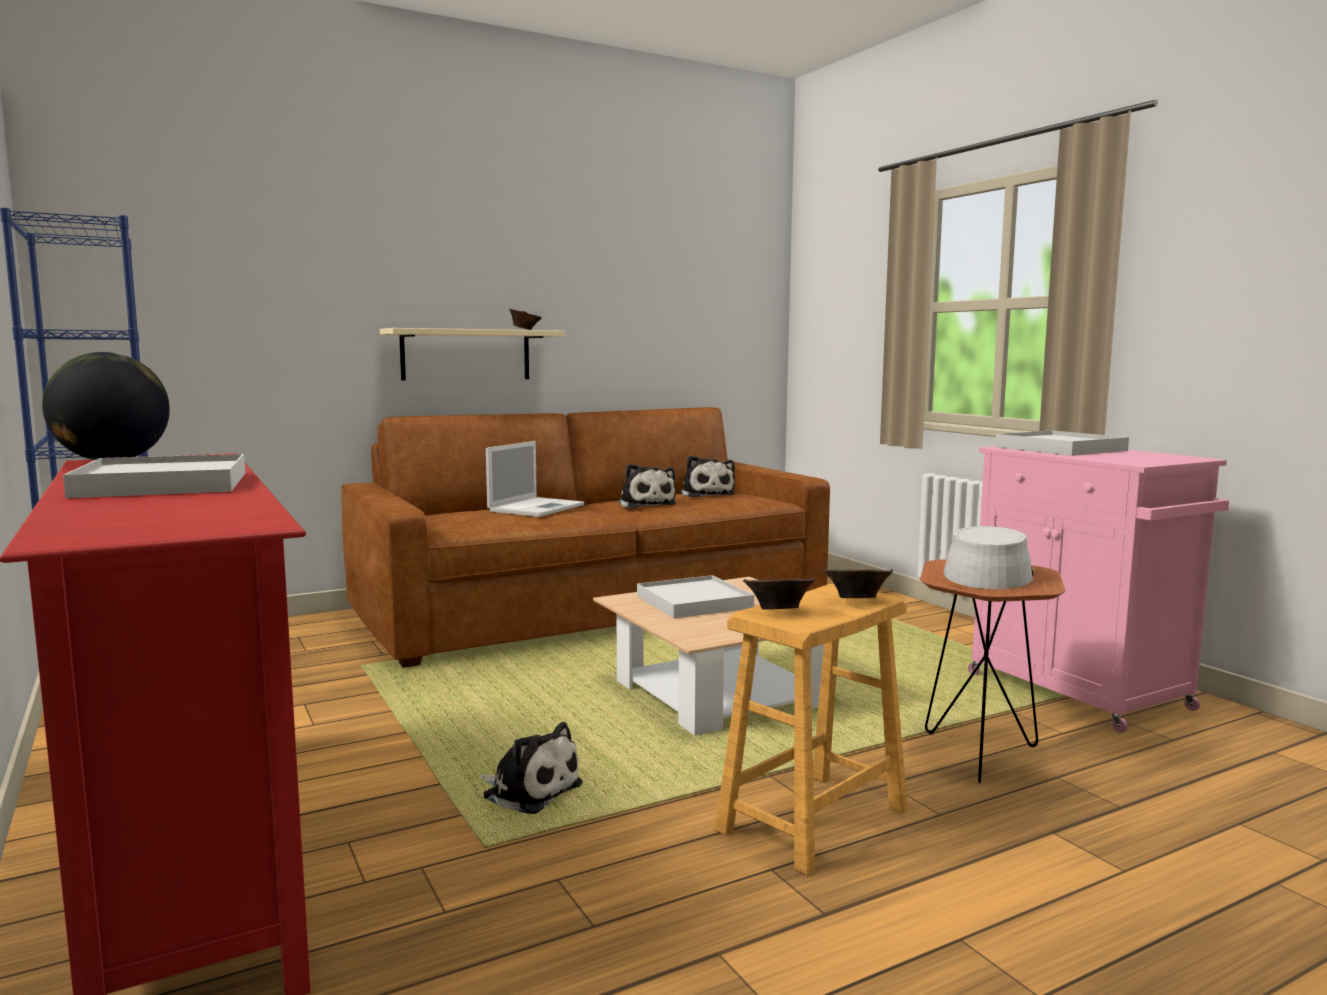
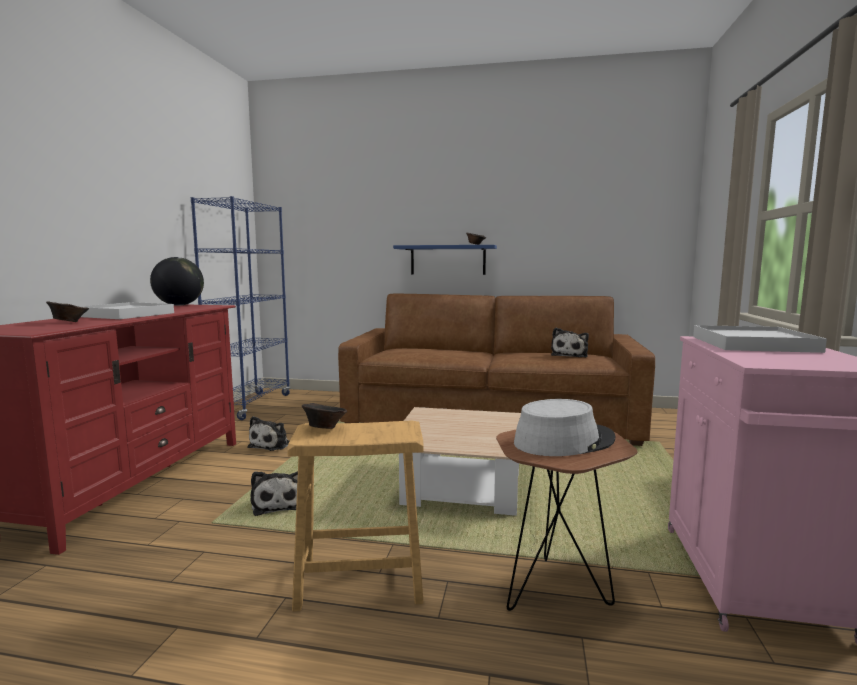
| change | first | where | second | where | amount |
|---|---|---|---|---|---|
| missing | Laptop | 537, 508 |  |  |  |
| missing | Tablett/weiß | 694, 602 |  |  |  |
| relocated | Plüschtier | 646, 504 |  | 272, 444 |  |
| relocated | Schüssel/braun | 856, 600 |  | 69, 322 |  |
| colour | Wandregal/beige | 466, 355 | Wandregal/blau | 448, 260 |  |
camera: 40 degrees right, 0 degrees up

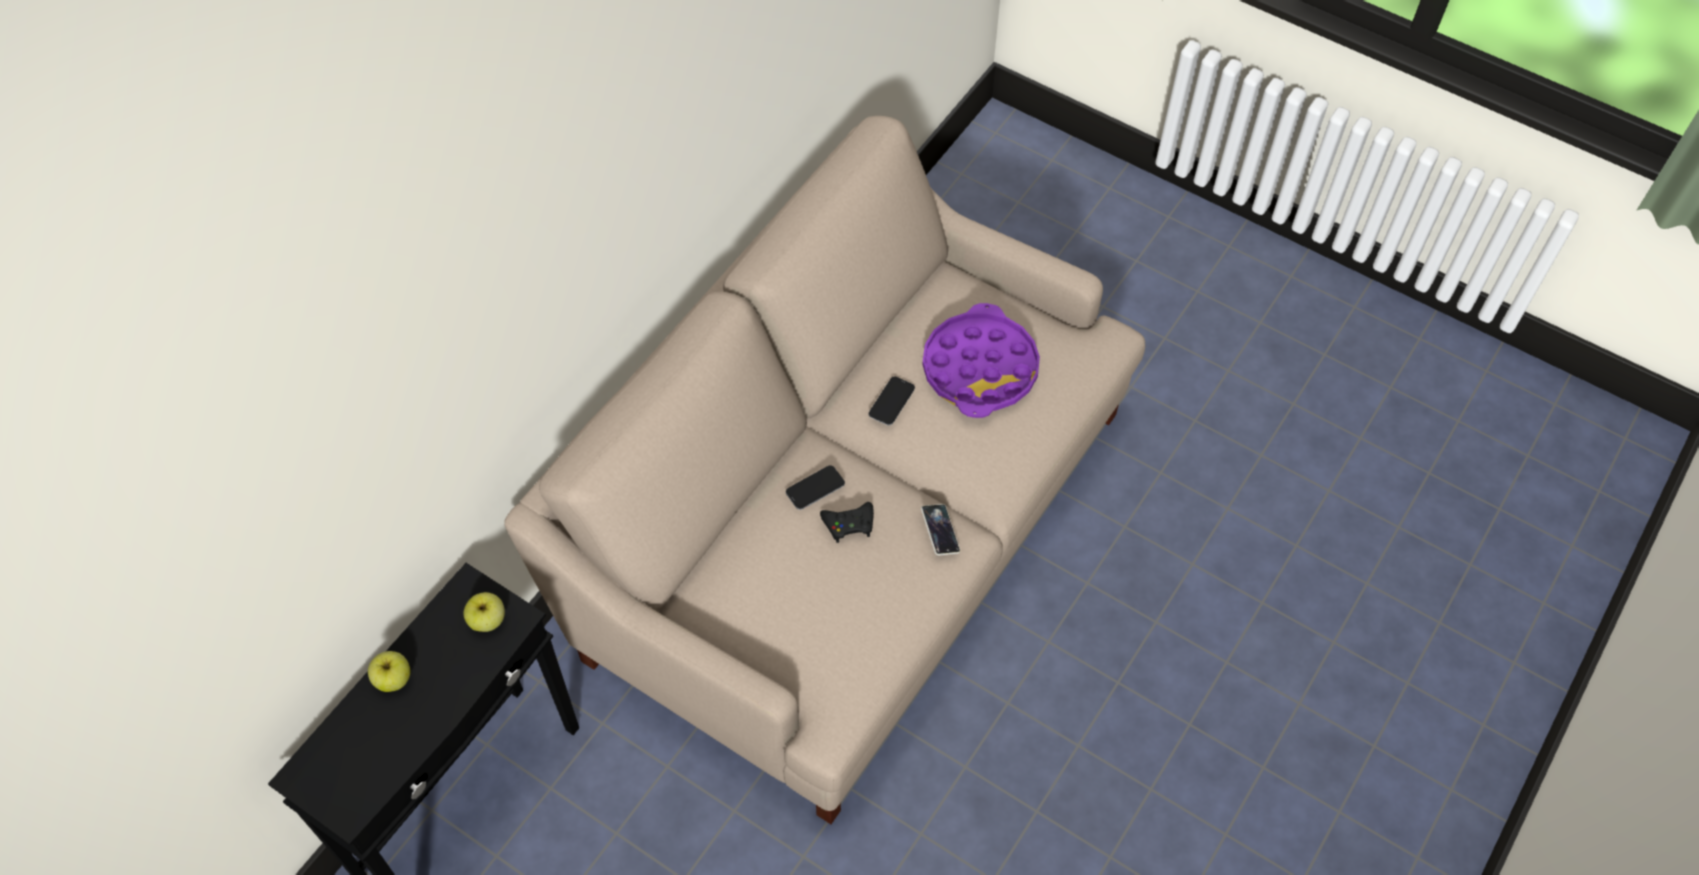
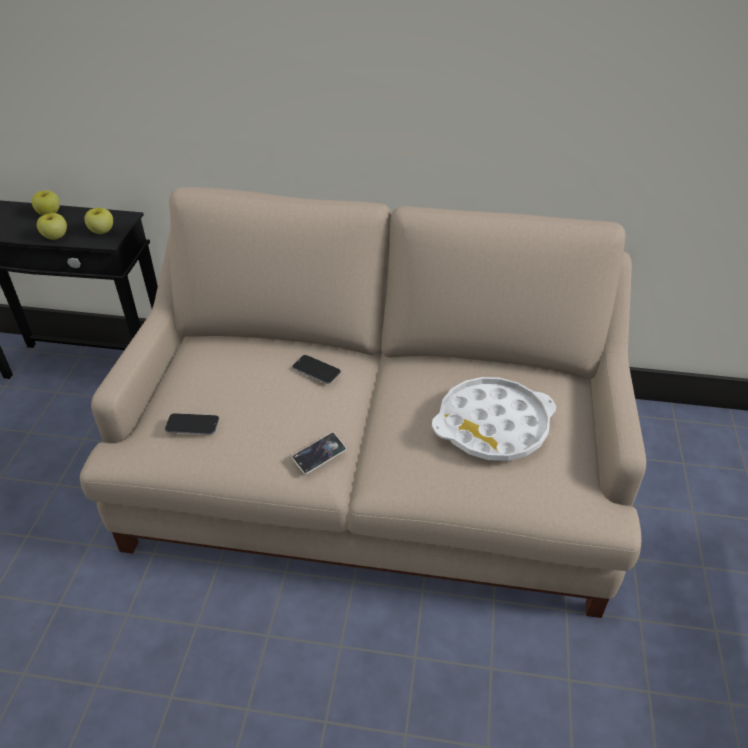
| change | first | where | second | where | amount |
|---|---|---|---|---|---|
| missing | Gamepad/schwarz | 849, 524 |  |  |  |
| appeared |  |  | Apfel | 55, 237 |  |
| relocated | Handy | 891, 401 |  | 192, 425 |  |
| colour | Tablett/lila | 980, 368 | Tablett/weiß | 493, 426 |  |
camera: 65 degrees right, 15 degrees down

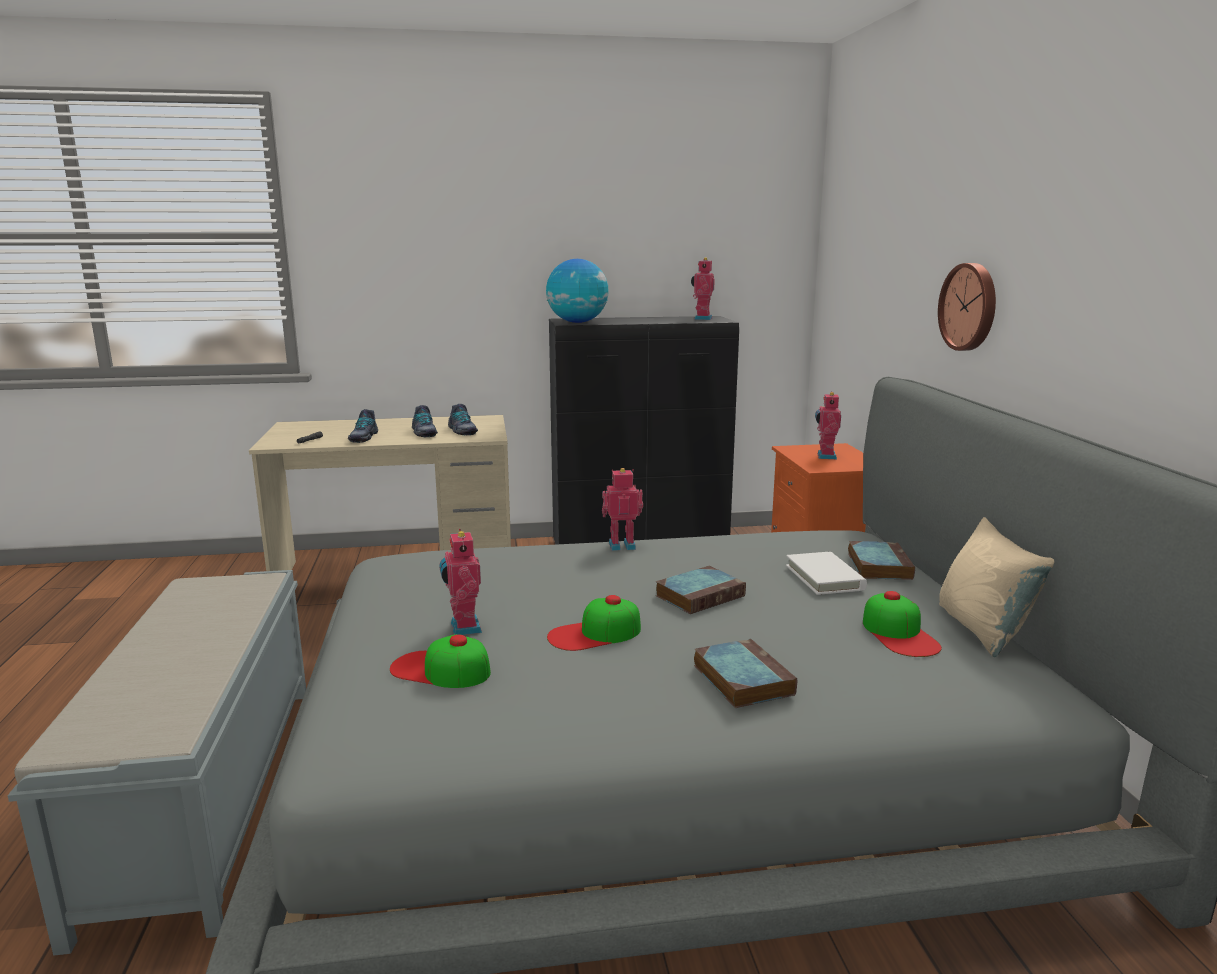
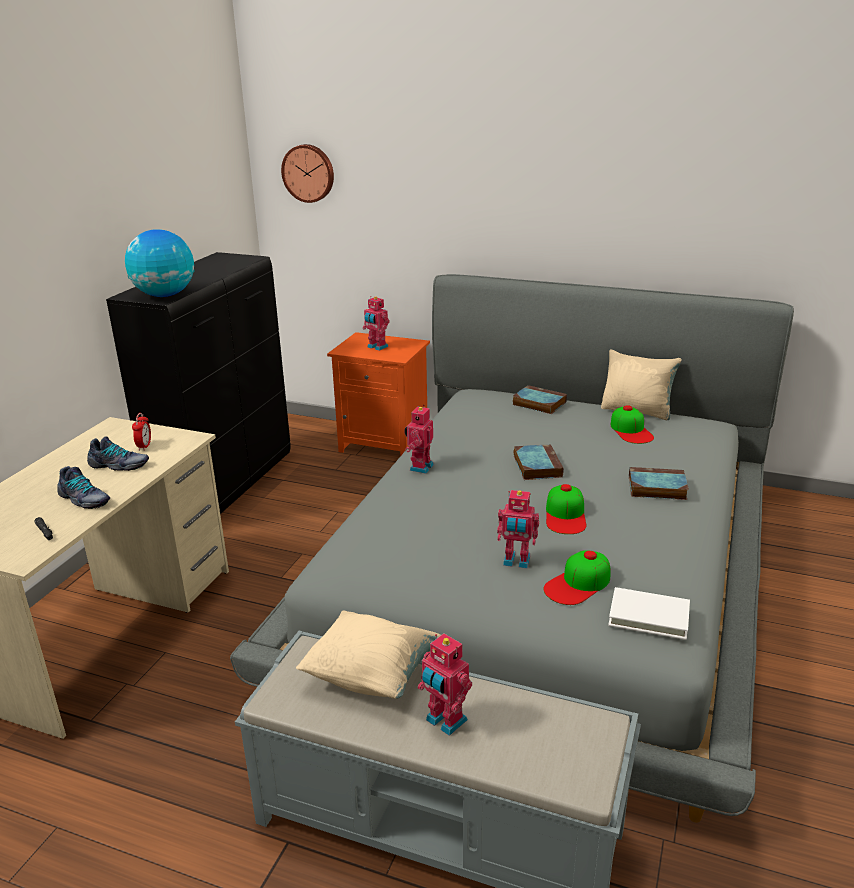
| change | first | where | second | where | amount |
|---|---|---|---|---|---|
| appeared |  |  | Kissen/beige | 372, 675 |  |
| relocated | Spielzeugroboter | 701, 318 |  | 444, 721 |  |
| relocated | Buch/weiß | 824, 577 |  | 648, 616 |  |
| relocated | Wanduhr | 970, 307 |  | 309, 173 |  |
| exchanged | Schuh | 462, 431 | Wecker | 144, 446 |  |
| spun | Kappe | 899, 634 |  | 631, 430 | 60 degrees clockwise |
camera: 60 degrees left, 10 degrees up

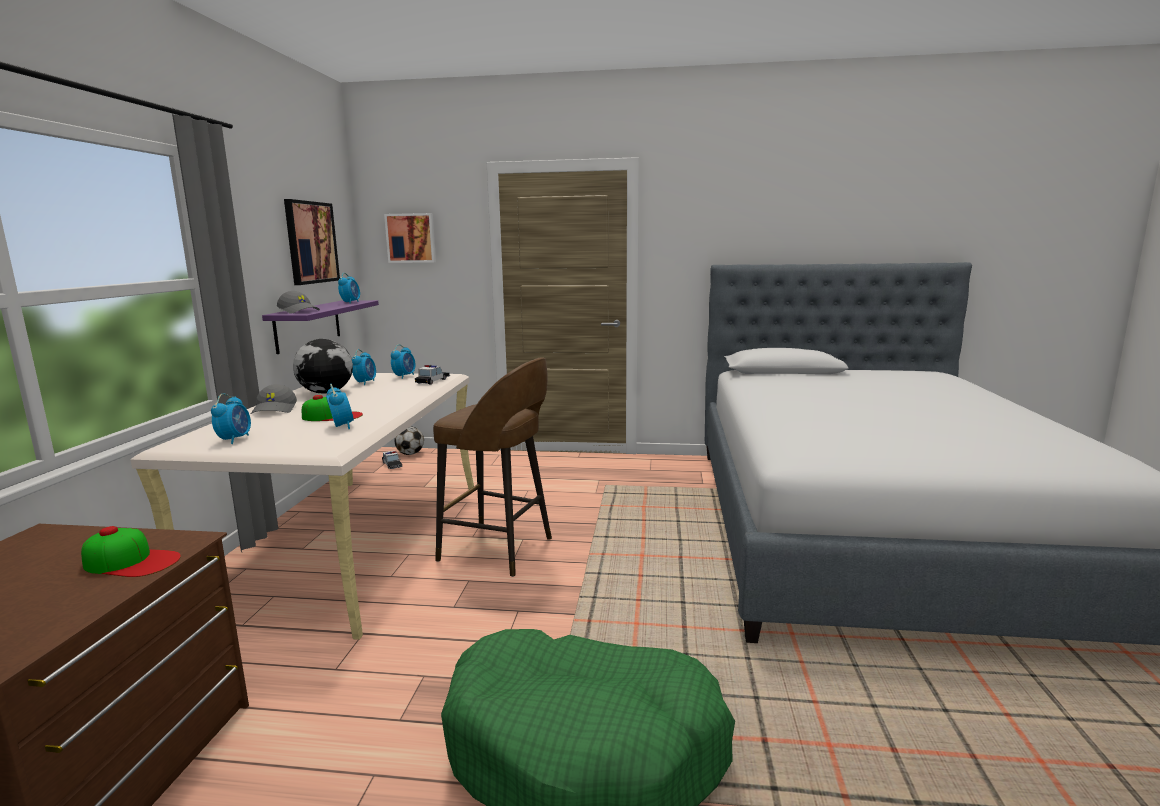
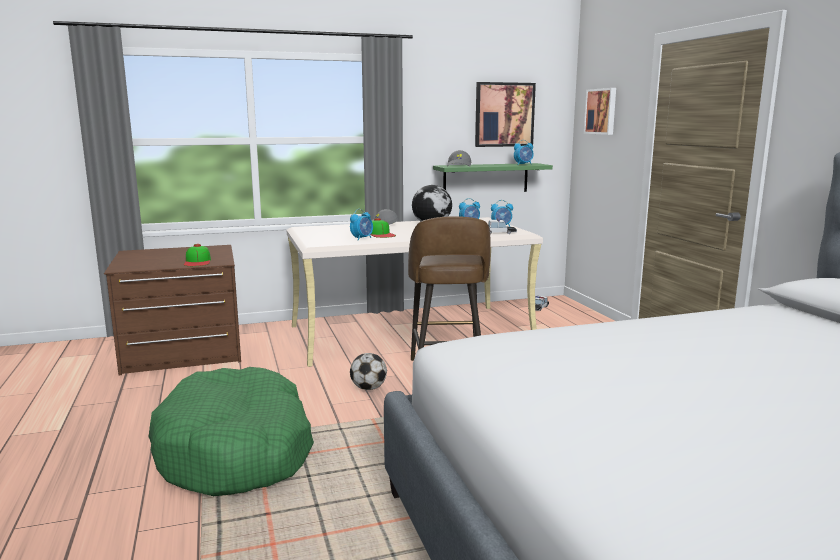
| change | first | where | second | where | amount |
|---|---|---|---|---|---|
| missing | Wecker | 235, 439 |  |  |  |
| relocated | Fußball | 410, 454 |  | 368, 388 |  |
| colour | Wandregal/lila | 308, 325 | Wandregal/grün | 485, 178 |  |
camera: 65 degrees right, 0 degrees up

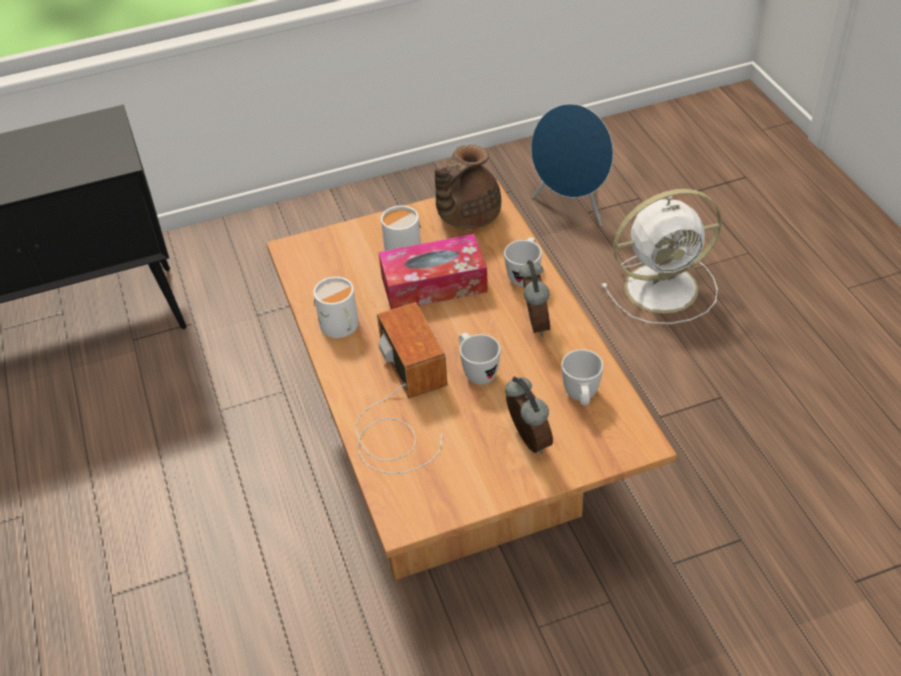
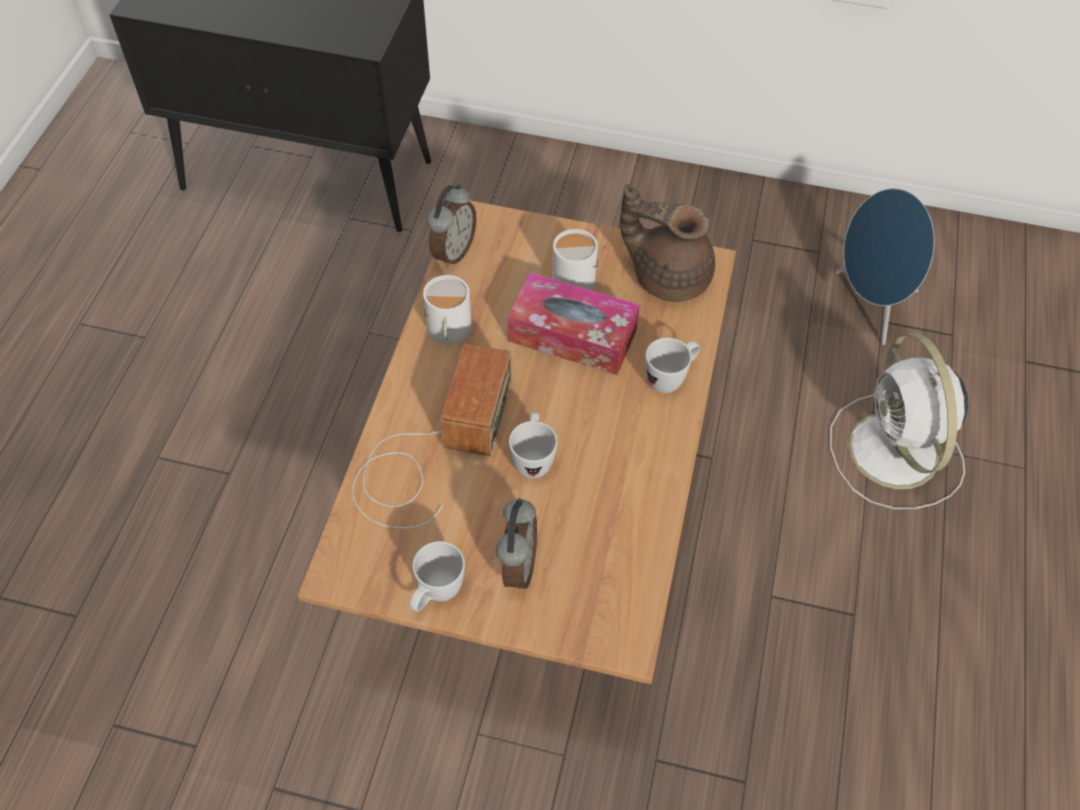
| change | first | where | second | where | amount |
|---|---|---|---|---|---|
| relocated | Wecker | 534, 324 |  | 452, 252 |  |
| relocated | Henkelbecher/weiß | 581, 398 |  | 436, 594 |  |
| spun | Teekanne/braun | 466, 216 |  | 667, 275 | 45 degrees clockwise |
| spun | Ventilator/weiß | 664, 287 |  | 895, 454 | 60 degrees clockwise |
camera: 30 degrees right, 10 degrees up

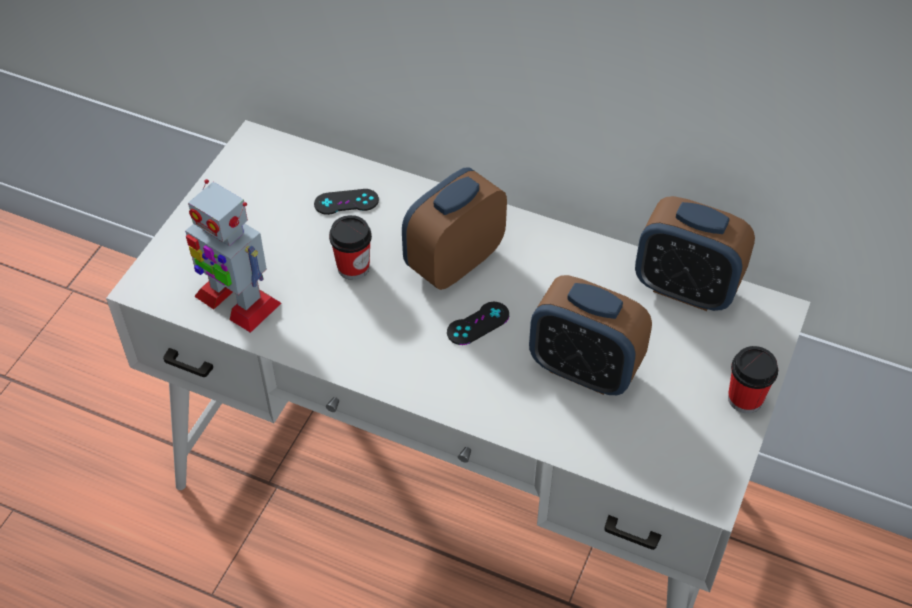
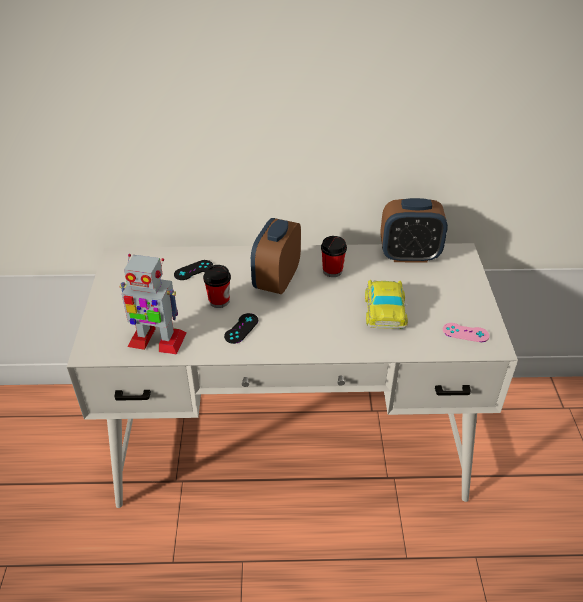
| change | first | where | second | where | amount |
|---|---|---|---|---|---|
| appeared |  |  | Gamepad/rosa | 465, 333 |  |
| relocated | Gamepad/schwarz | 478, 323 |  | 241, 328 |  |
| relocated | Tasse | 745, 399 |  | 332, 271 |  |
| exchanged | Wecker | 584, 369 | Spielzeugauto | 385, 309 |  |
camera: 25 degrees left, 10 degrees down

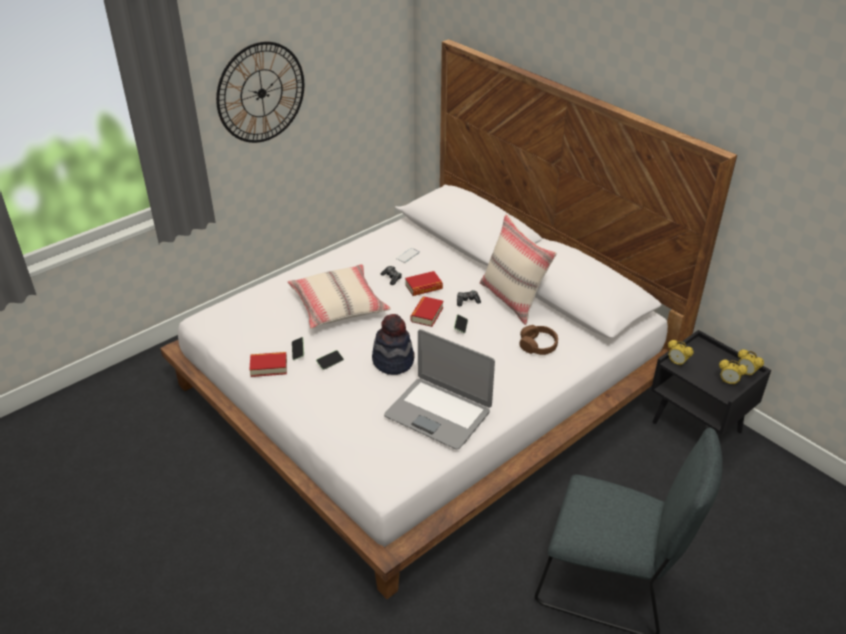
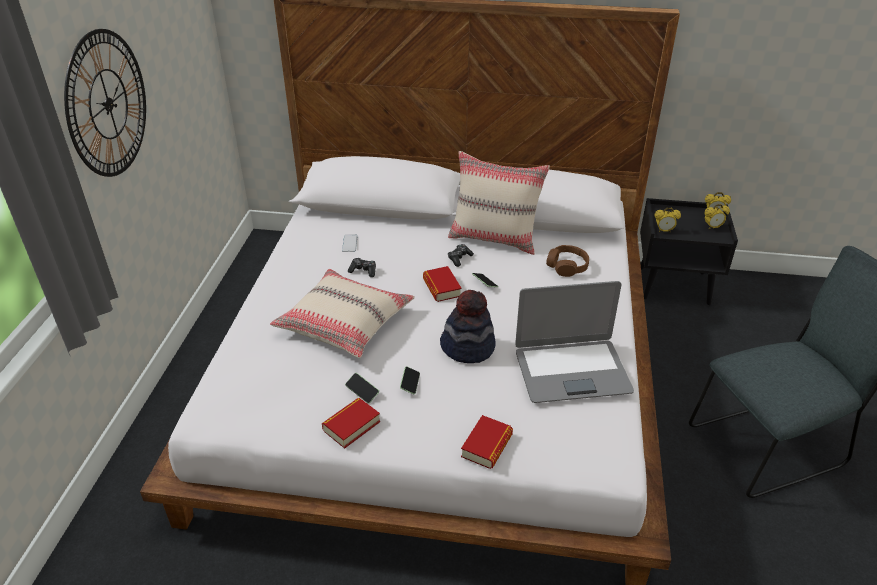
| change | first | where | second | where | amount |
|---|---|---|---|---|---|
| relocated | Buch | 423, 287 |  | 486, 446 |  |
camera: 40 degrees left, 0 degrees up

